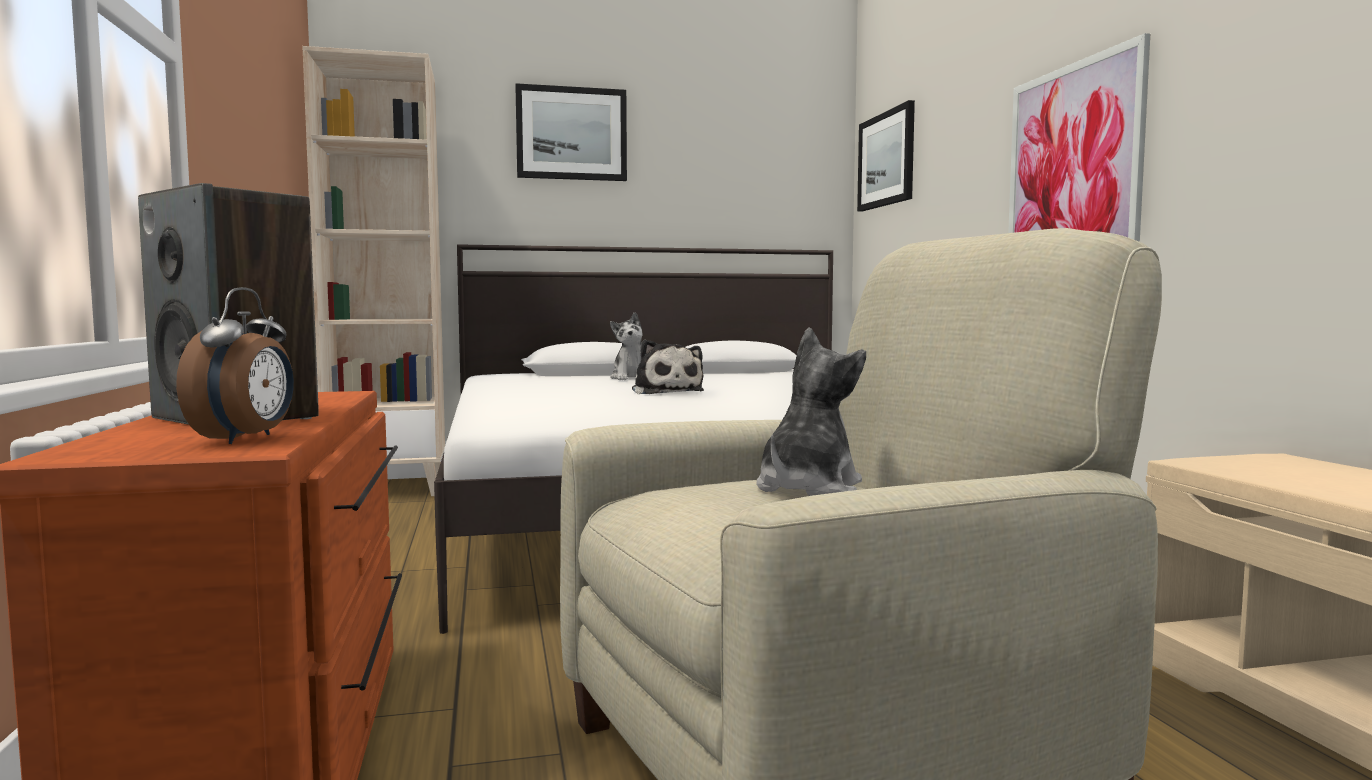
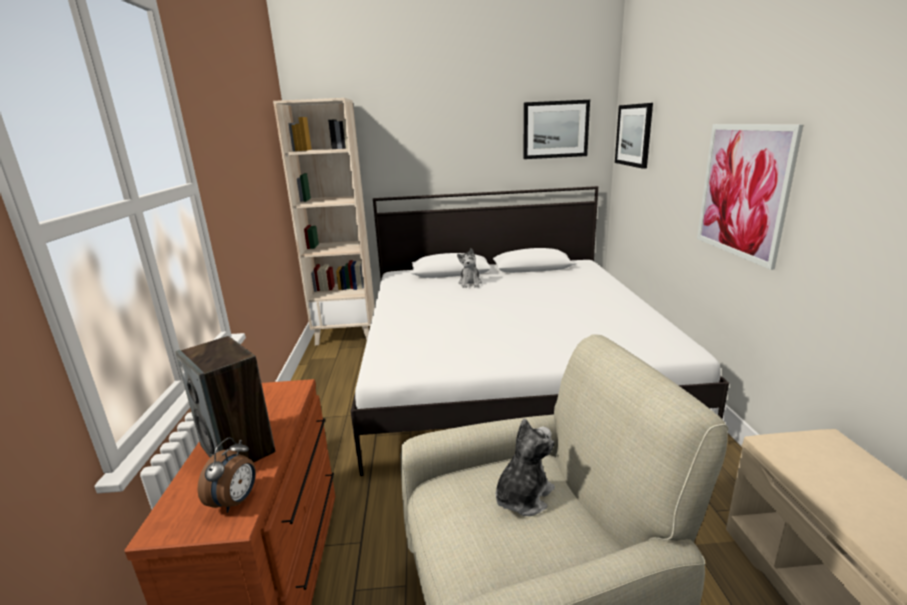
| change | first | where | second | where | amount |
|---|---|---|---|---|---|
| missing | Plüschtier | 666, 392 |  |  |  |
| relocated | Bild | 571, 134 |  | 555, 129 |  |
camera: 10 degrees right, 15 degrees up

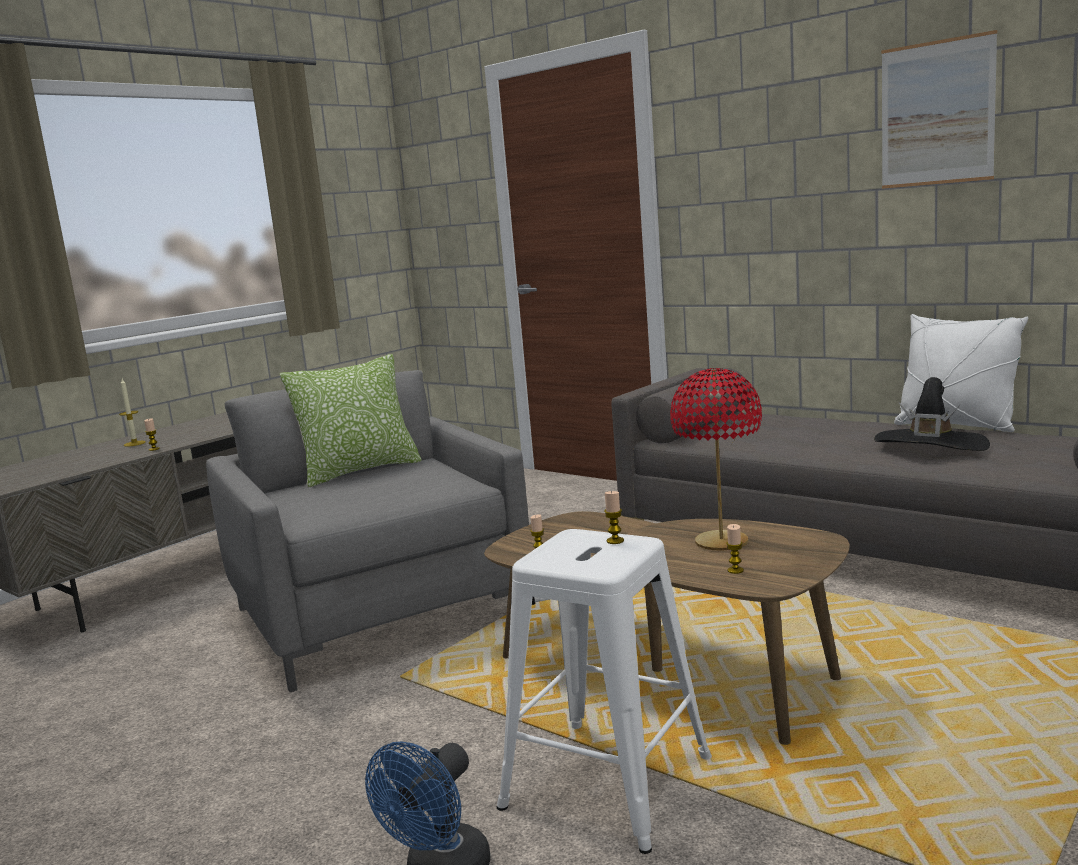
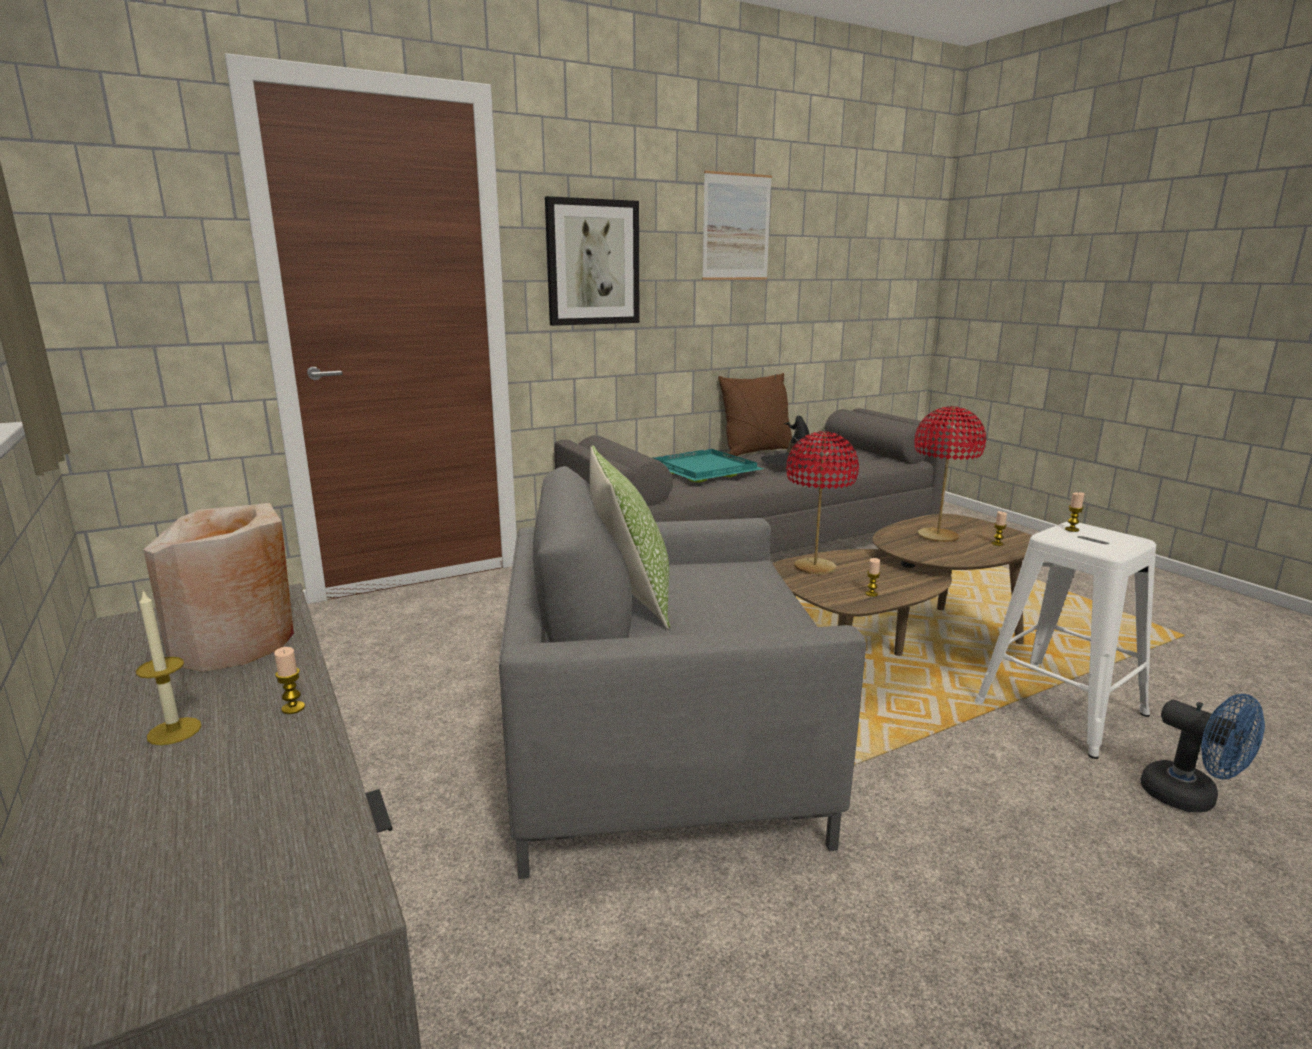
| change | first | where | second | where | amount |
|---|---|---|---|---|---|
| appeared |  |  | Vase/beige | 234, 642 |  |
| appeared |  |  | Bild | 592, 263 |  |
| appeared |  |  | Tablett/türkis | 703, 470 |  |
| appeared |  |  | Tischlampe/rot | 815, 567 |  |
| colour | Kissen/weiß | 956, 426 | Kissen/braun | 756, 452 |  |
camera: 70 degrees left, 5 degrees up

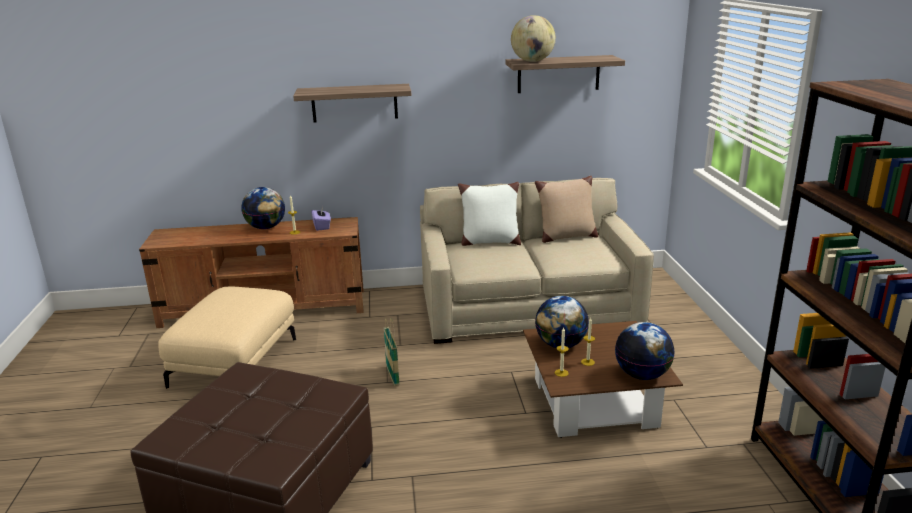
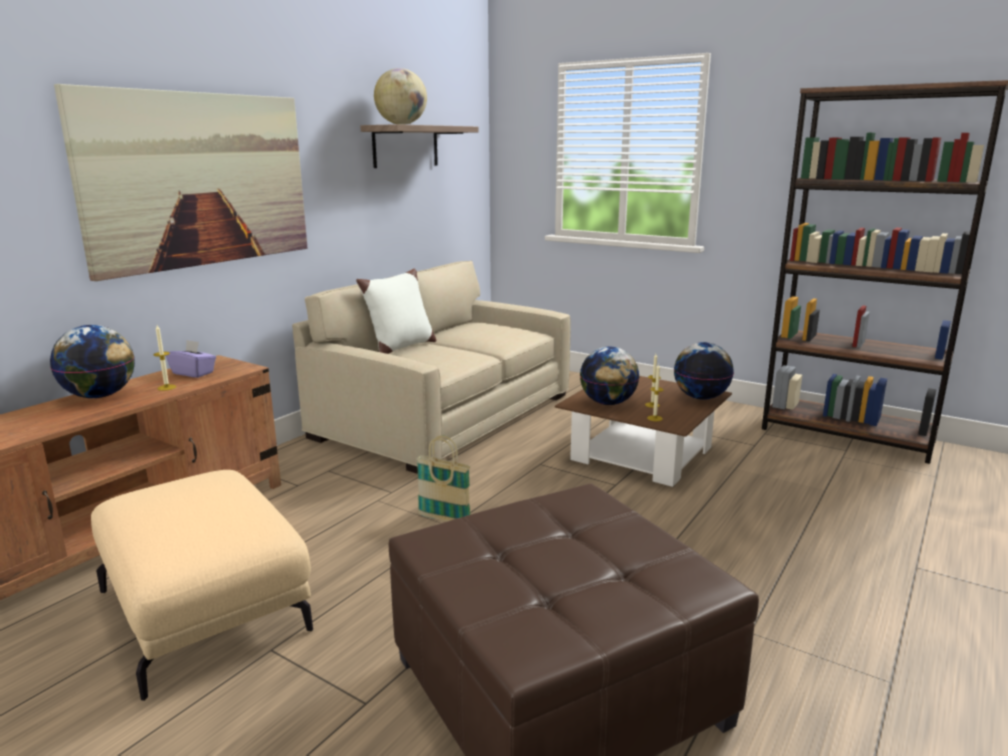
| change | first | where | second | where | amount |
|---|---|---|---|---|---|
| missing | Kissen/beige | 566, 237 |  |  |  |
| exchanged | Wandregal | 354, 103 | Bild | 199, 180 |  |
camera: 50 degrees left, 5 degrees down

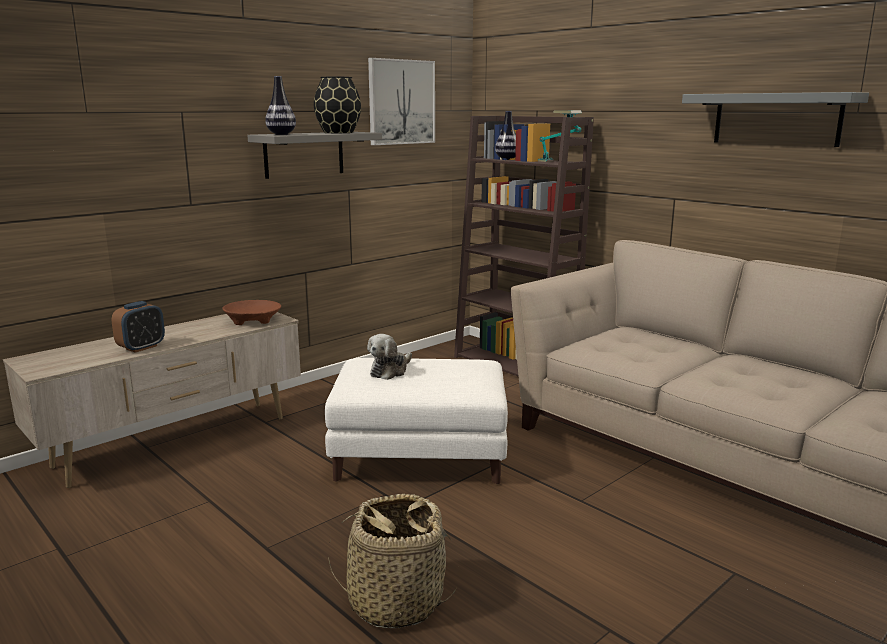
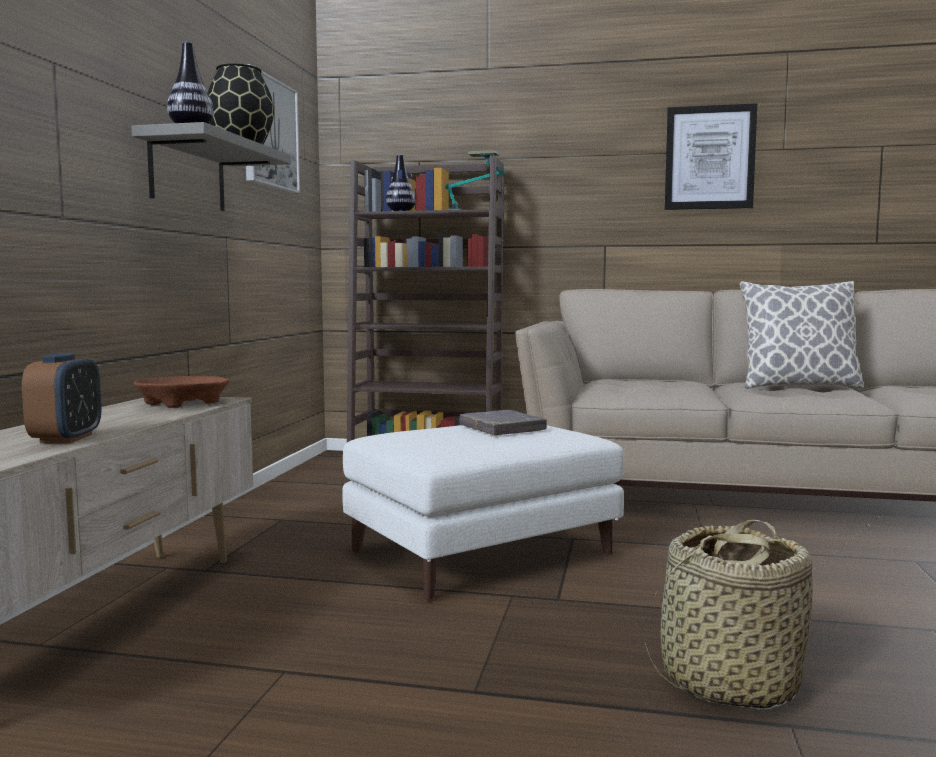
| change | first | where | second | where | amount |
|---|---|---|---|---|---|
| missing | Plüschtier | 390, 371 |  |  |  |
| appeared |  |  | Buch/grau | 502, 428 |  |
| appeared |  |  | Kissen | 798, 387 |  |
| exchanged | Wandregal/grau | 776, 119 | Bild | 709, 158 |  |
camera: 35 degrees left, 10 degrees down

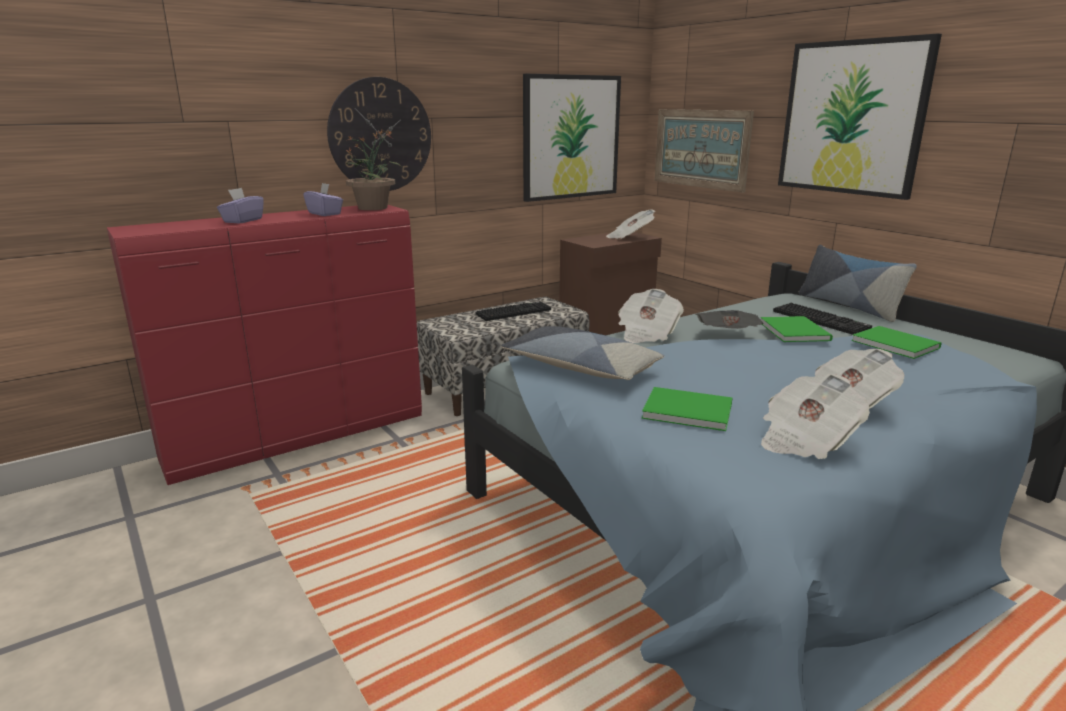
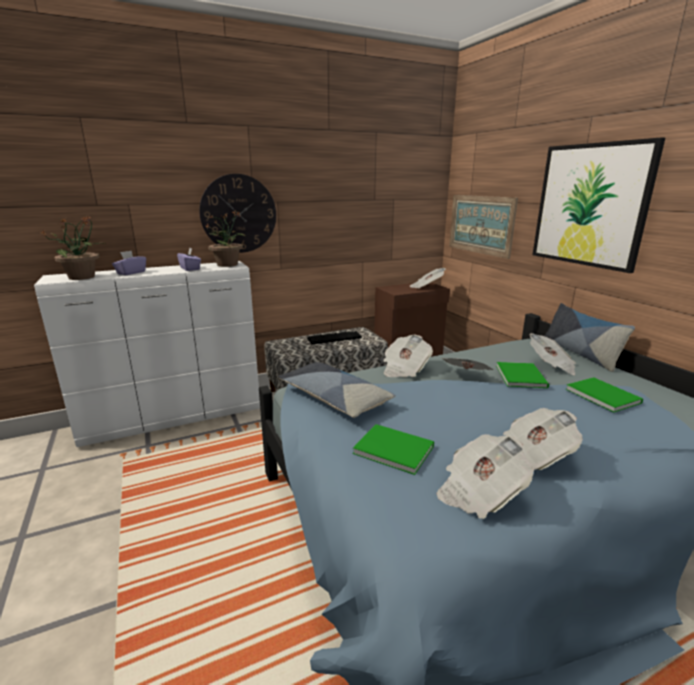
| change | first | where | second | where | amount |
|---|---|---|---|---|---|
| missing | Bild | 571, 137 |  |  |  |
| appeared |  |  | Topfpflanze | 83, 277 |  |
| exchanged | Tastatur | 822, 320 | Zeitung | 551, 366 |  |
| colour | Kommode/rot | 300, 438 | Kommode/weiß | 175, 419 |  |
camera: 10 degrees right, 0 degrees up

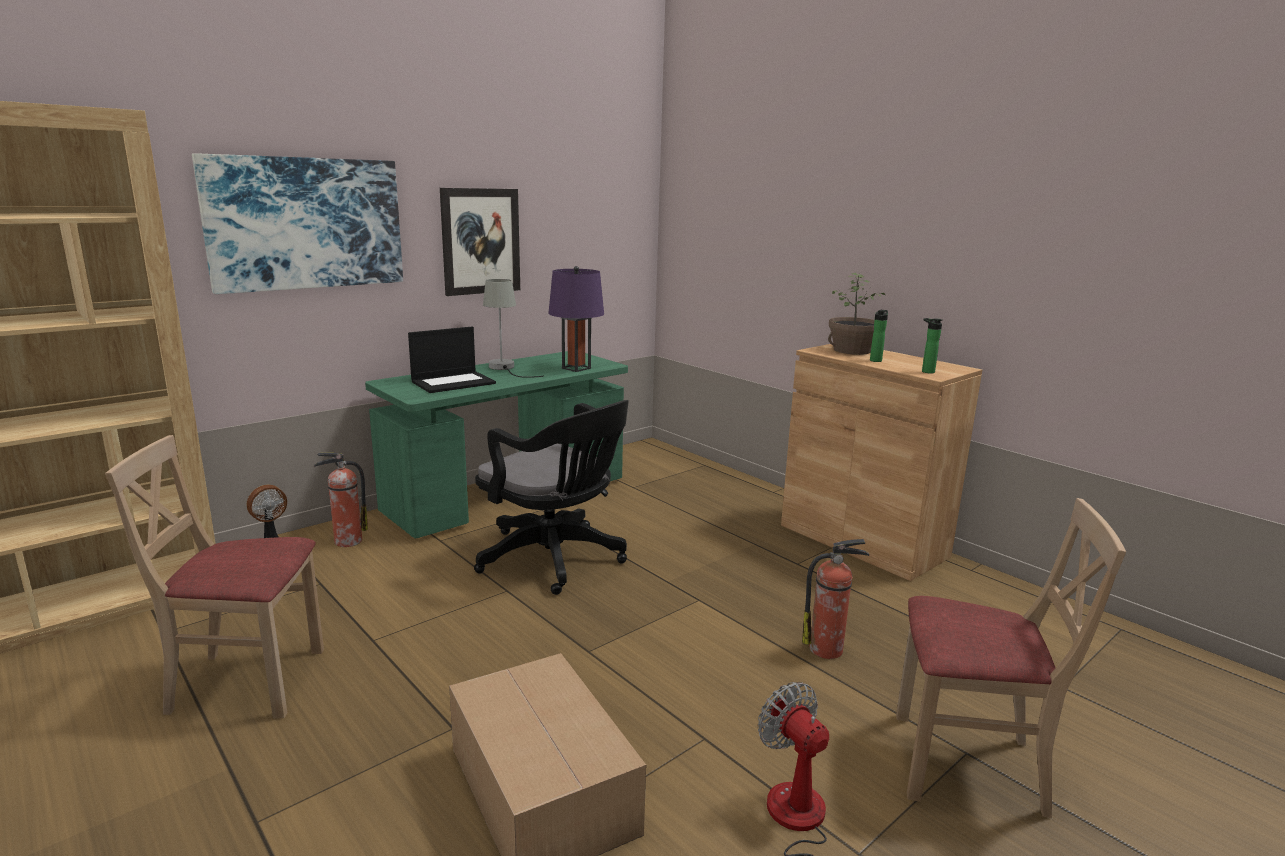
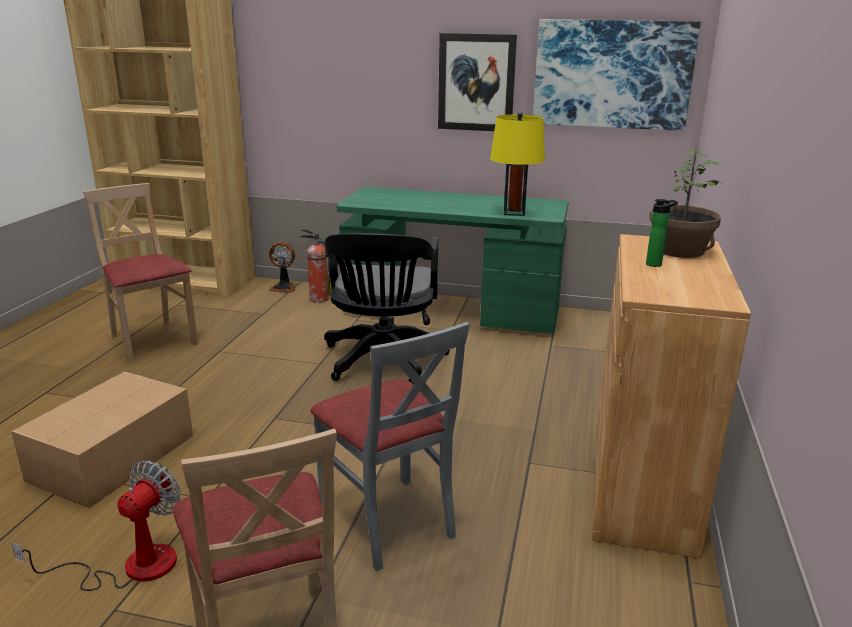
| change | first | where | second | where | amount |
|---|---|---|---|---|---|
| missing | Laptop | 453, 382 |  |  |  |
| missing | Tischlampe/grau | 505, 368 |  |  |  |
| missing | Flasche | 926, 371 |  |  |  |
| relocated | Bild | 306, 223 |  | 612, 74 |  |
| exchanged | Feuerlöscher | 828, 649 | Stuhl/grau | 388, 521 |  |
| colour | Tischlampe/lila | 576, 368 | Tischlampe/gelb | 514, 212 |  |
camera: 55 degrees right, 5 degrees up

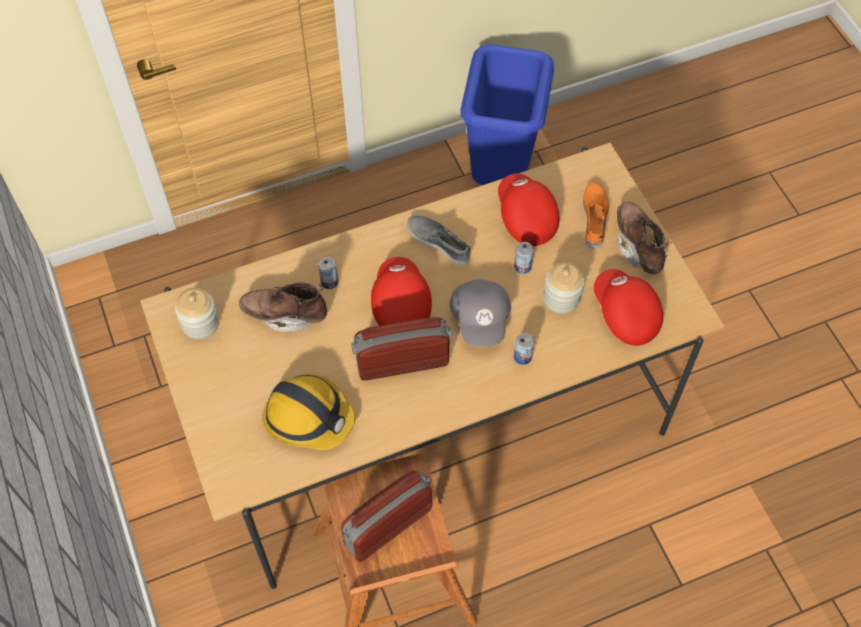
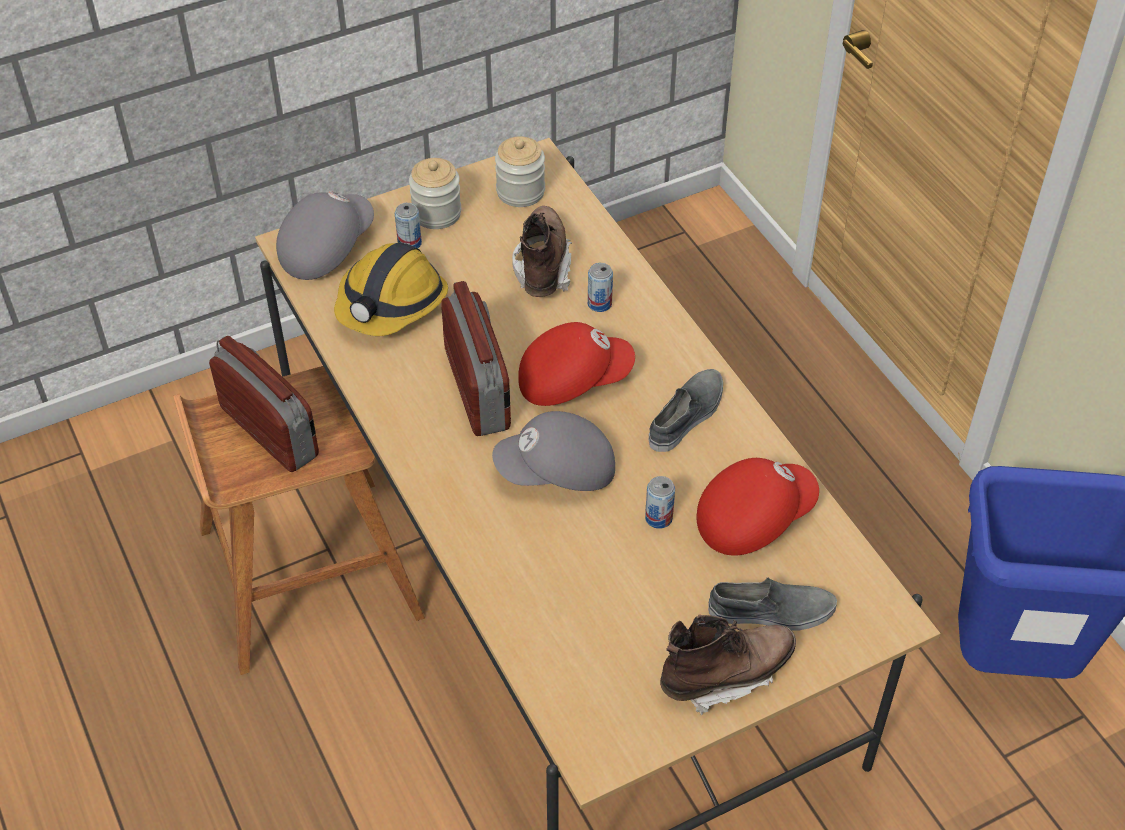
| change | first | where | second | where | amount |
|---|---|---|---|---|---|
| missing | Kappe/rot | 624, 314 |  |  |  |
| appeared |  |  | Kappe/grau | 326, 247 |  |
| relocated | Dose | 522, 357 |  | 409, 243 |  |
| relocated | Vorratsglas | 561, 298 |  | 436, 213 |  |
| colour | Schuh/orange | 594, 218 | Schuh/grau | 771, 612 |  |
camera: 85 degrees right, 10 degrees down

